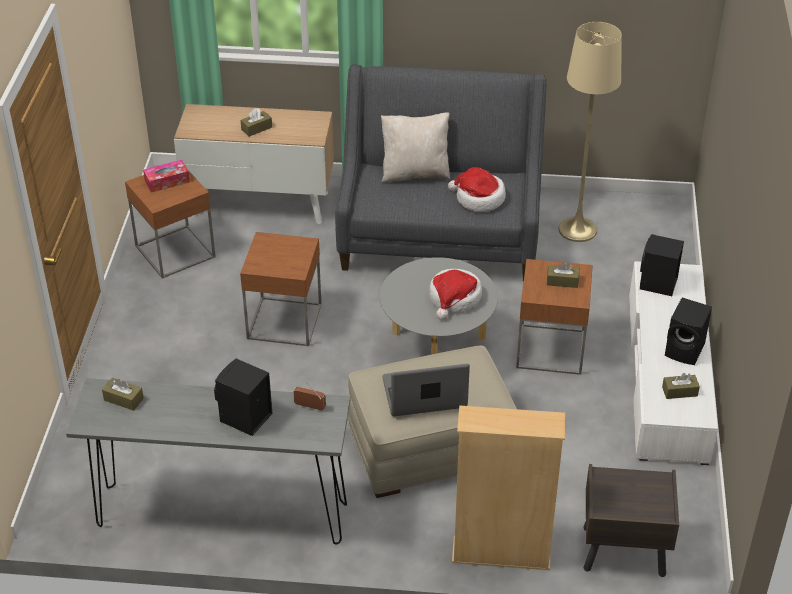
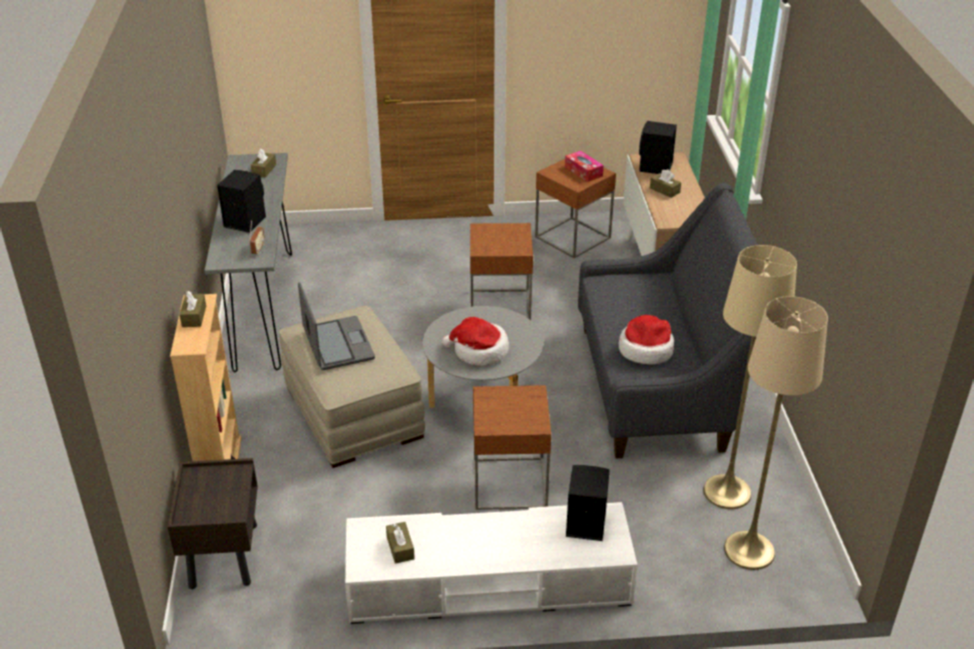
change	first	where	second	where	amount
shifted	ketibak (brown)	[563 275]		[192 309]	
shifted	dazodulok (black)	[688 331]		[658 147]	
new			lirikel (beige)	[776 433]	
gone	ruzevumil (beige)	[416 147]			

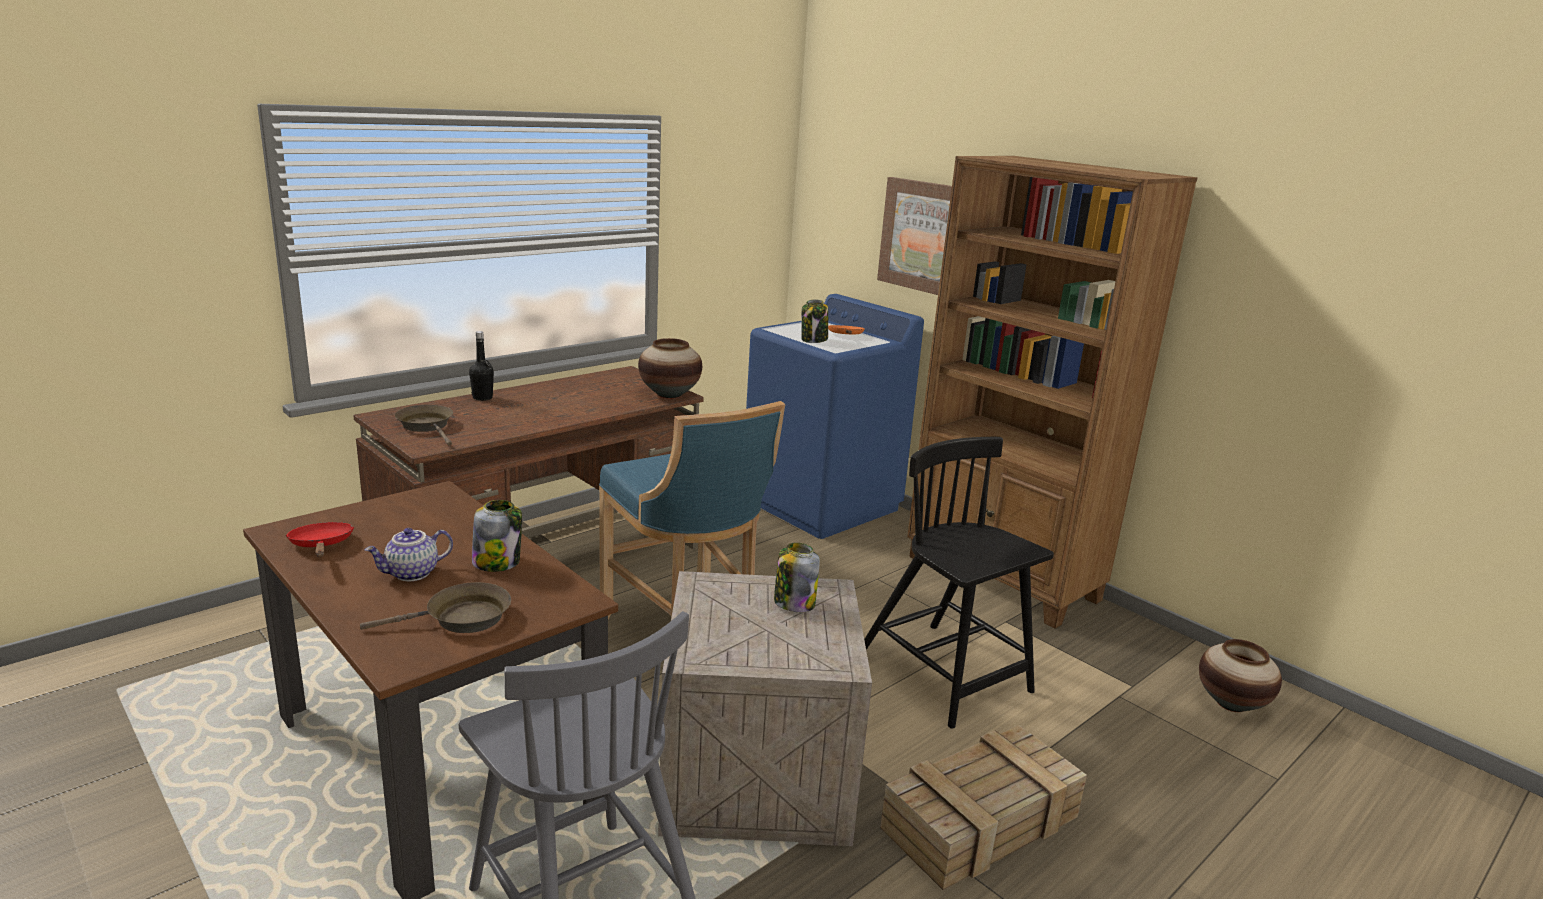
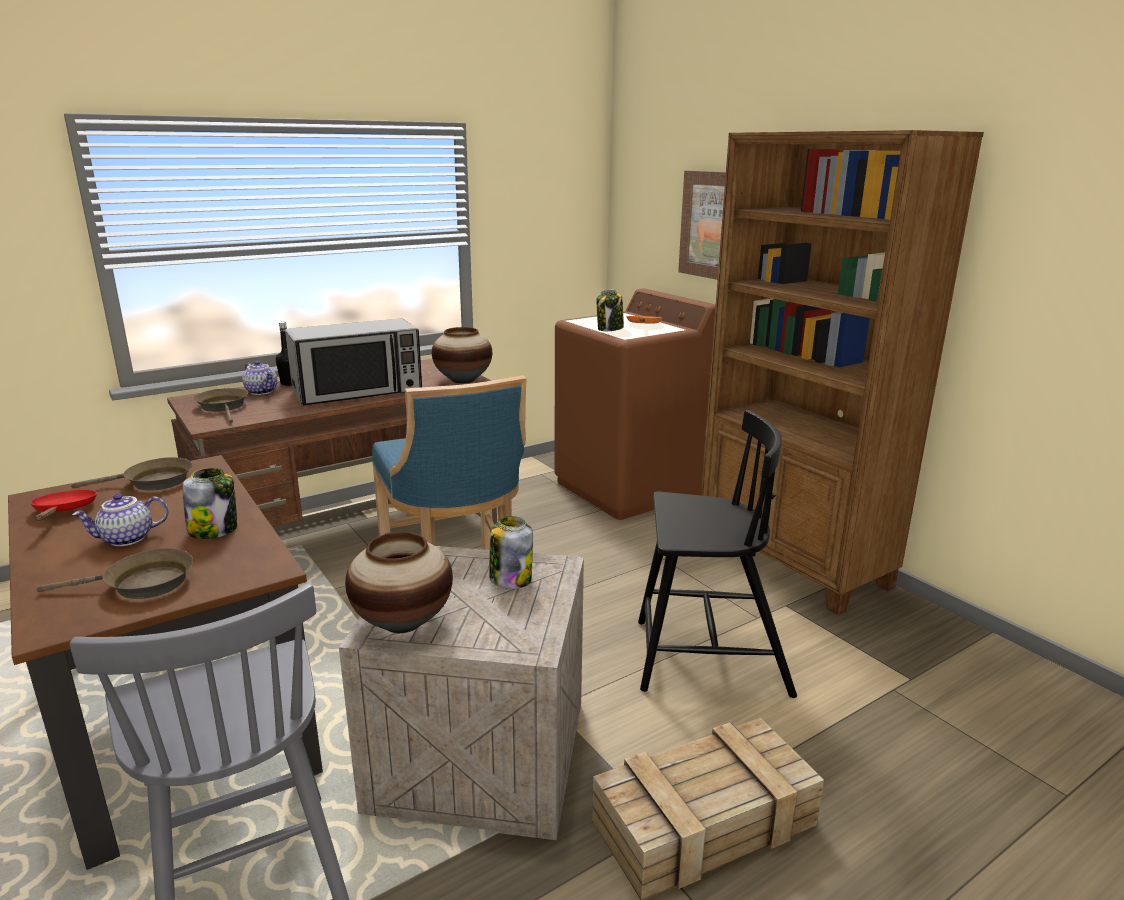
change	first	where	second	where	amount
new			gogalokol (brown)	[131 473]	
new			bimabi	[259 378]	
new			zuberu	[353 362]	
shifted	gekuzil	[1240 675]		[399 582]	
repainted	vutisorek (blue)	[835 416]	vutisorek (brown)	[635 404]	
rotated	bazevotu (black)	[959 583]		[717 554]	120 degrees clockwise

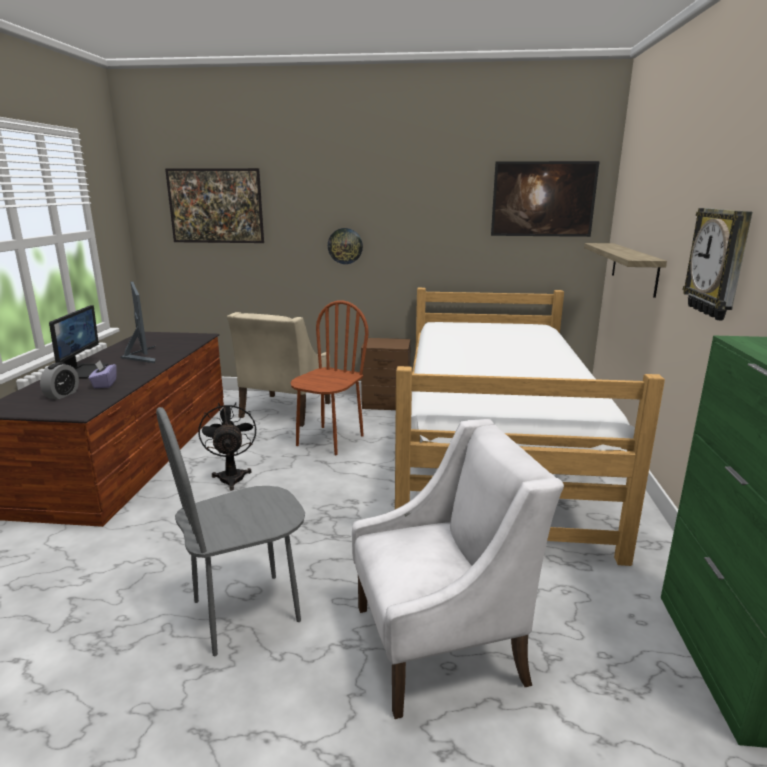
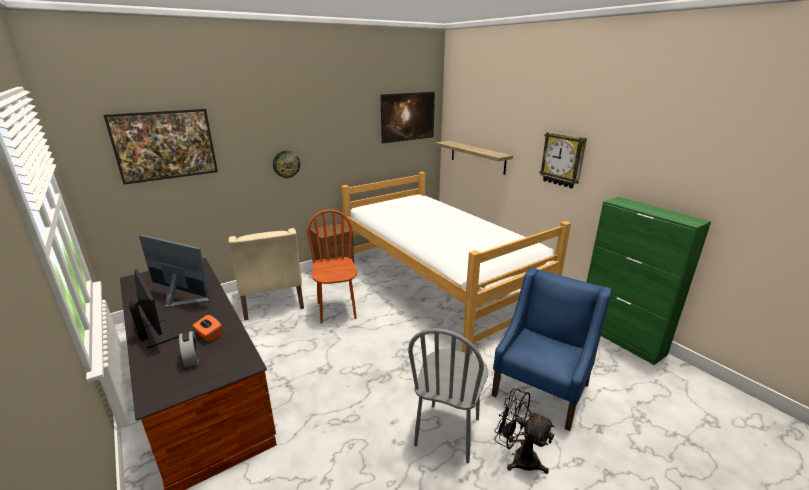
change	first	where	second	where	amount
repainted	ketibak (purple)	[103 374]	ketibak (orange)	[207 328]	
repainted	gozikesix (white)	[458 569]	gozikesix (blue)	[552 349]	
shifted	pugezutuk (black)	[227 447]		[524 431]	

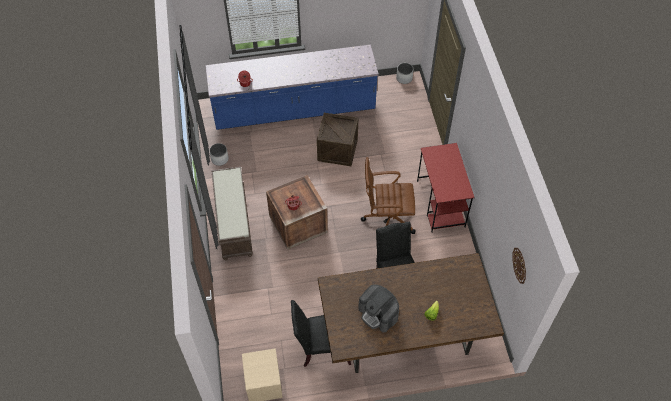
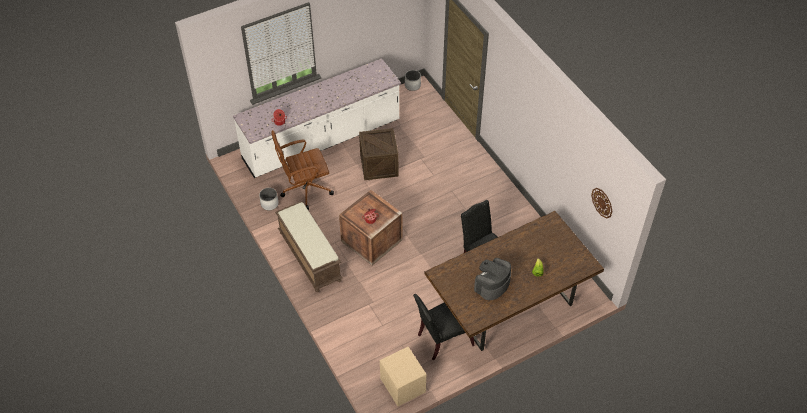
change	first	where	second	where	amount
repainted	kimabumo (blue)	[292 87]	kimabumo (white)	[317 118]	
shifted	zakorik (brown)	[388 195]		[303 170]	
rotated	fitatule	[378 308]		[492 279]	105 degrees clockwise
gone	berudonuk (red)	[446 187]			

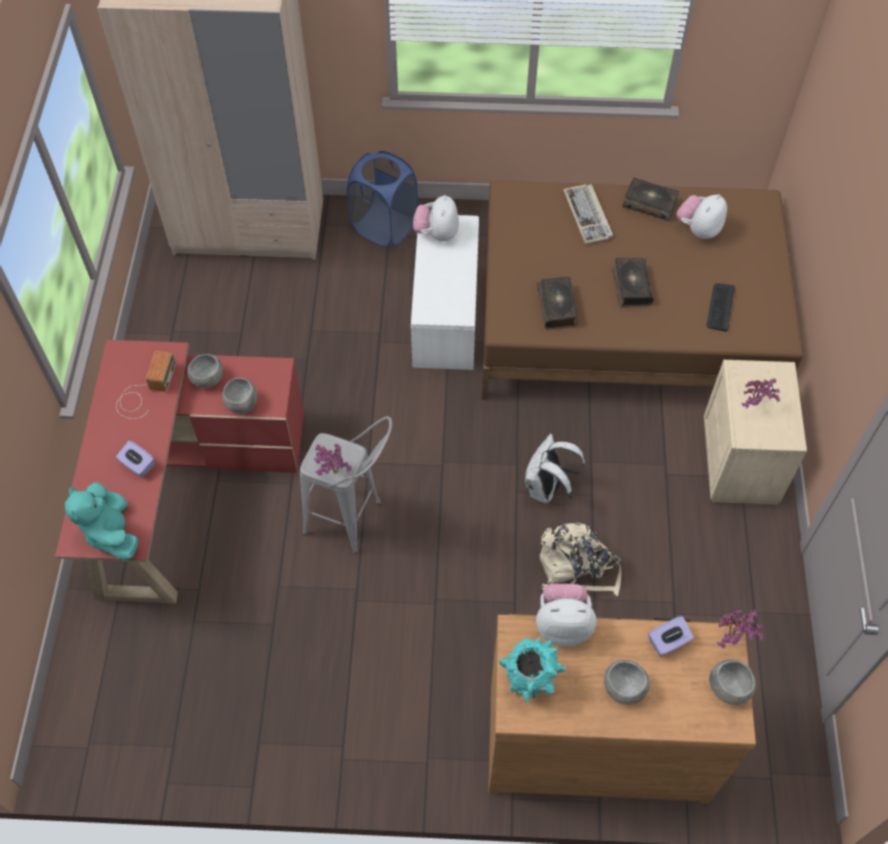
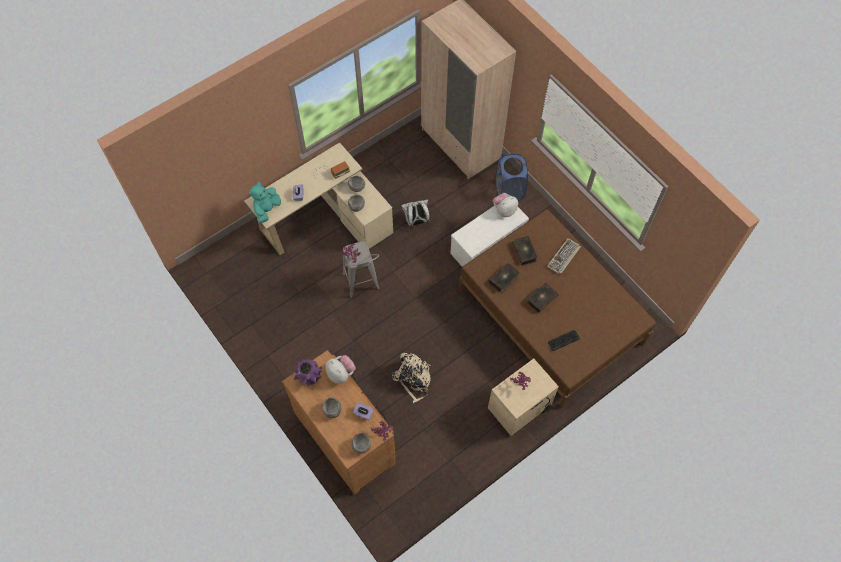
change	first	where	second	where	amount
repainted	berudonuk (red)	[179 471]	berudonuk (beige)	[318 198]	
repainted	gekuzil (turquoise)	[532 670]	gekuzil (purple)	[308 372]	
shifted	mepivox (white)	[555 469]		[415 214]	
shifted	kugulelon	[651 199]		[524 251]	
gone	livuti	[701 216]			

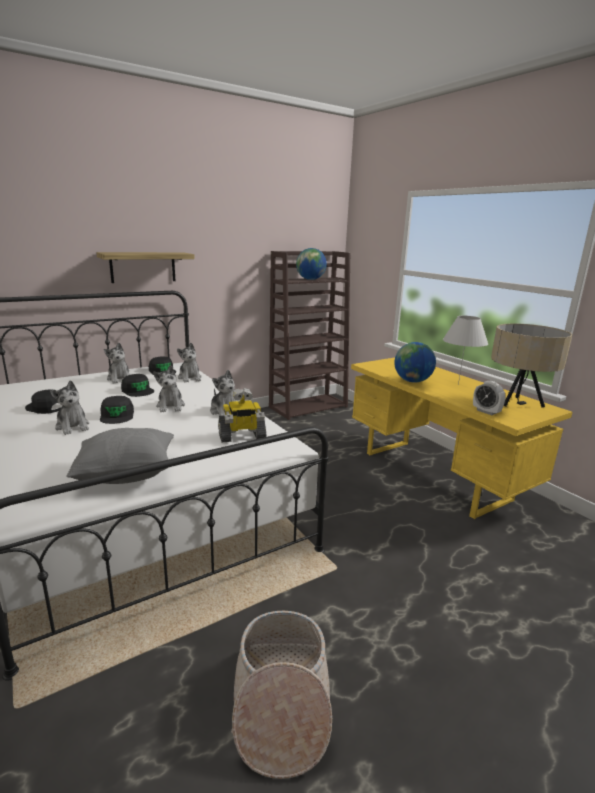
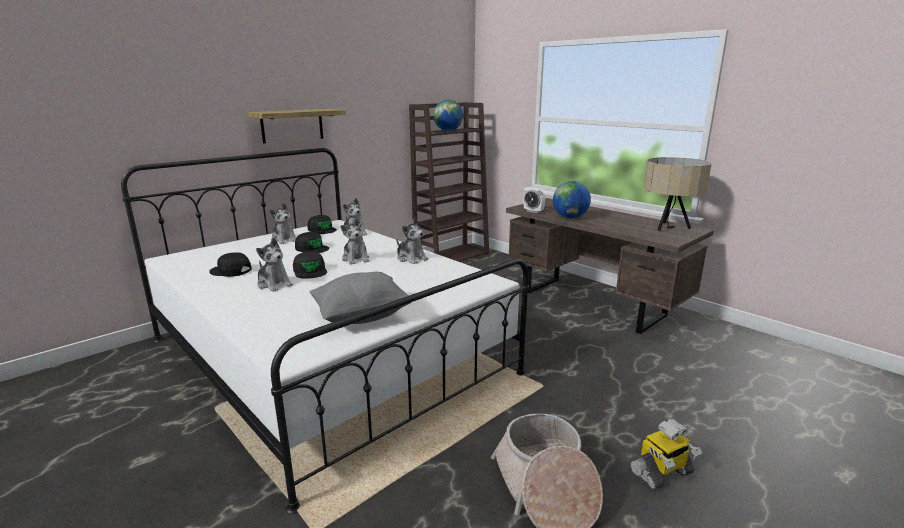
change	first	where	second	where	amount
repainted	berudonuk (yellow)	[461 438]	berudonuk (brown)	[610 266]	
shifted	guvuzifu	[489 398]		[534 200]	
shifted	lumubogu	[242 415]		[665 454]	
gone	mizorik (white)	[465 350]			

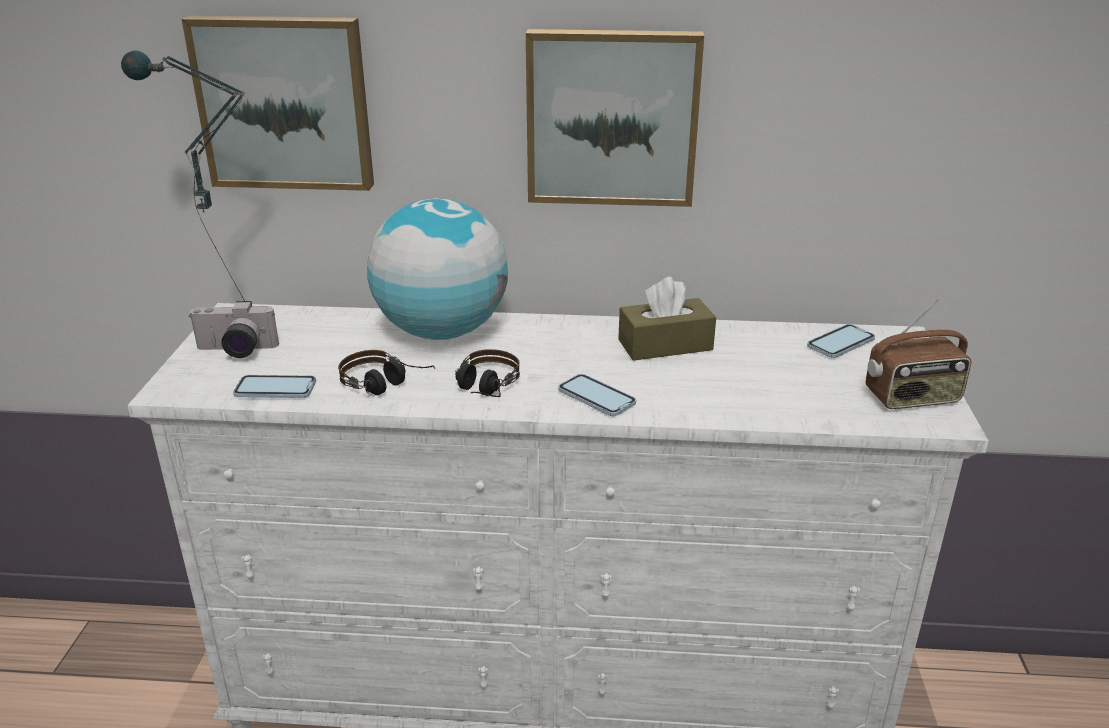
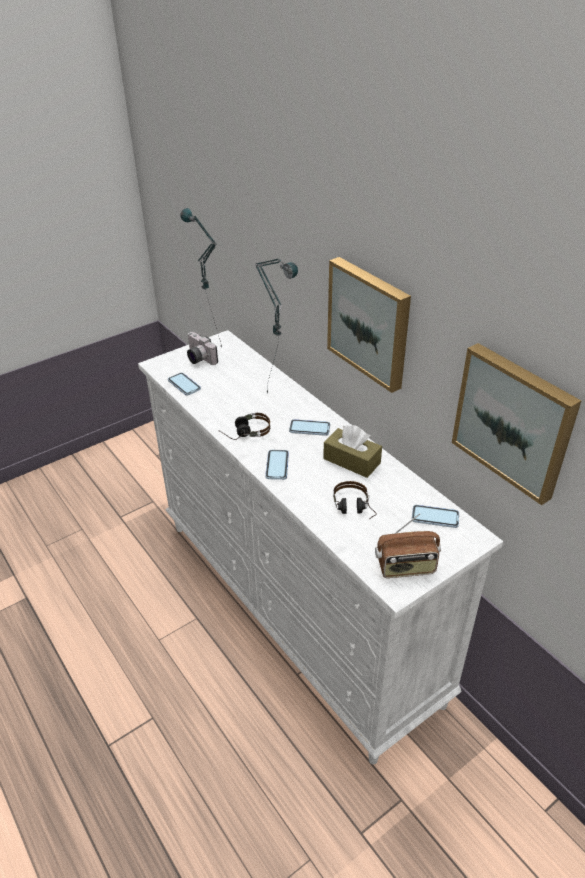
change	first	where	second	where	amount
swapped	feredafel	[437 269]	mizorik	[276 325]	
new			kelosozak	[309 427]	
shifted	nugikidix	[386 372]		[355 500]	
rotated	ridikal	[918 354]		[408 545]	45 degrees counterclockwise
shifted	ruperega	[278 103]		[516 424]	

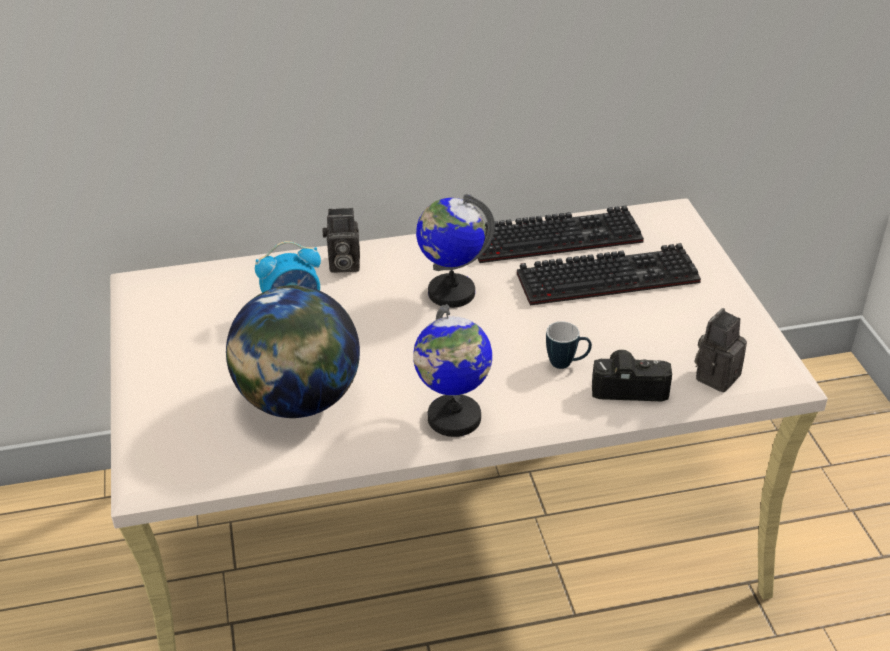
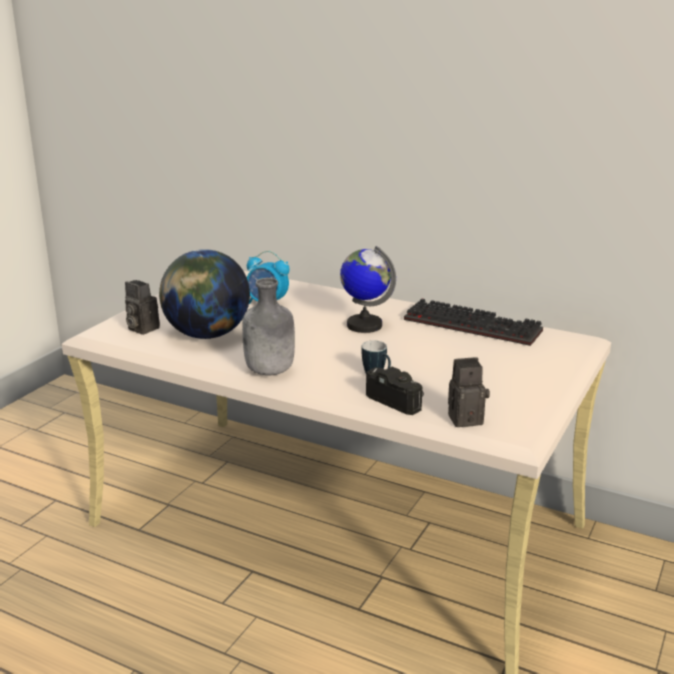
change	first	where	second	where	amount
shifted	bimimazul	[341 240]		[142 307]	
swapped	feredafel	[452 370]	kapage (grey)	[268 327]	
gone	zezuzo	[609 274]			

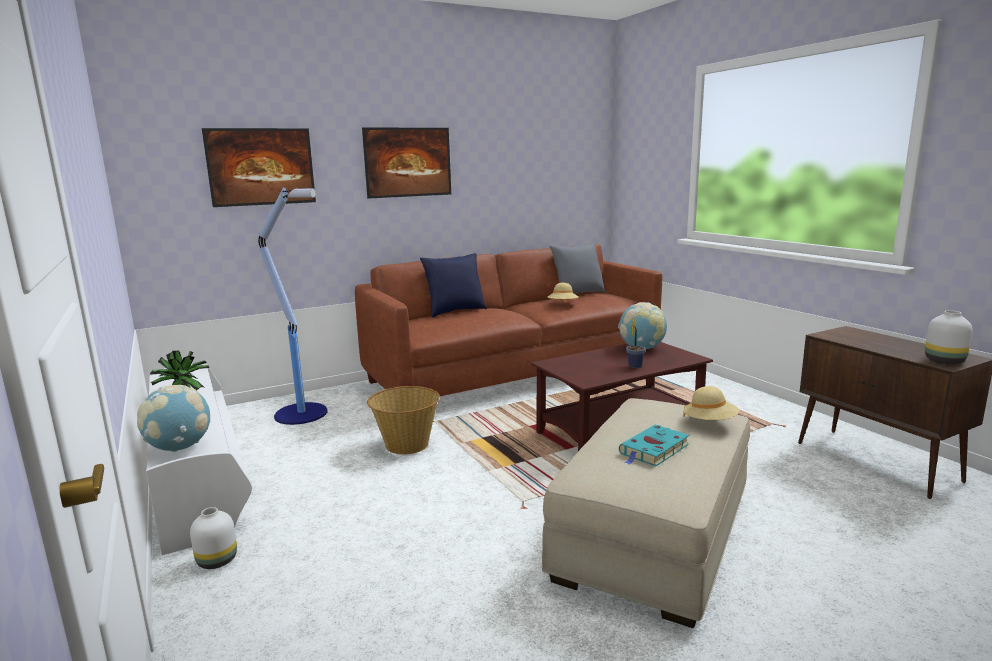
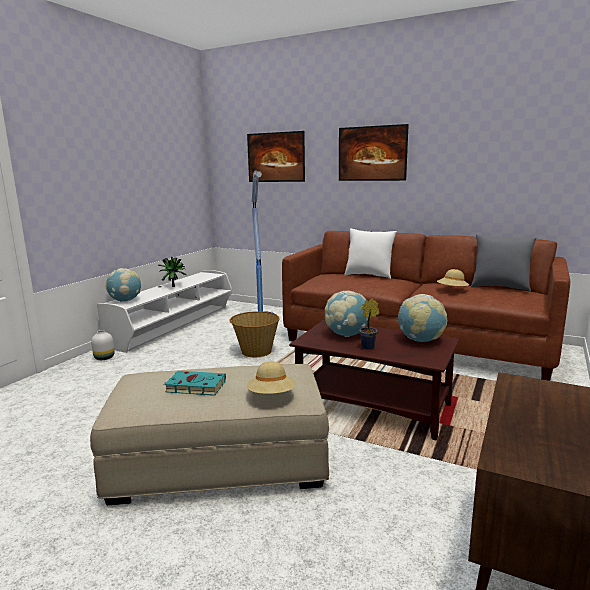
change	first	where	second	where	amount
new			feredafel	[346 314]	
repainted	ruzevumil (blue)	[453 285]	ruzevumil (white)	[370 253]	
gone	gekuzil (white)	[949 337]			

